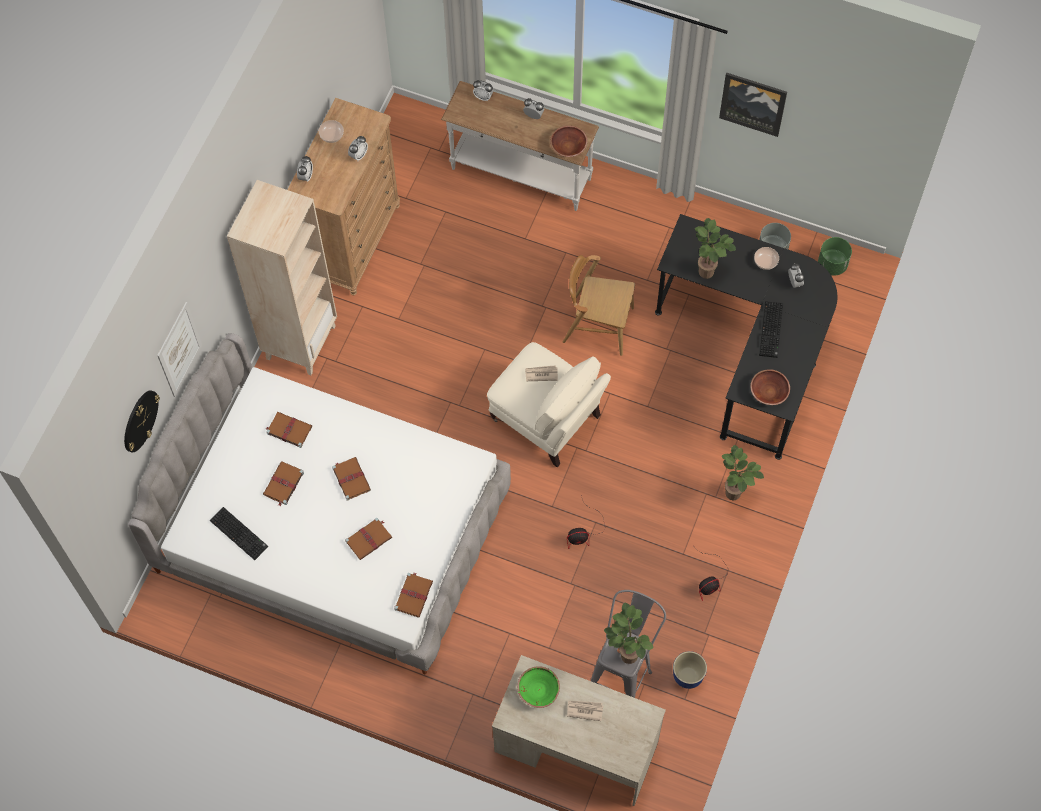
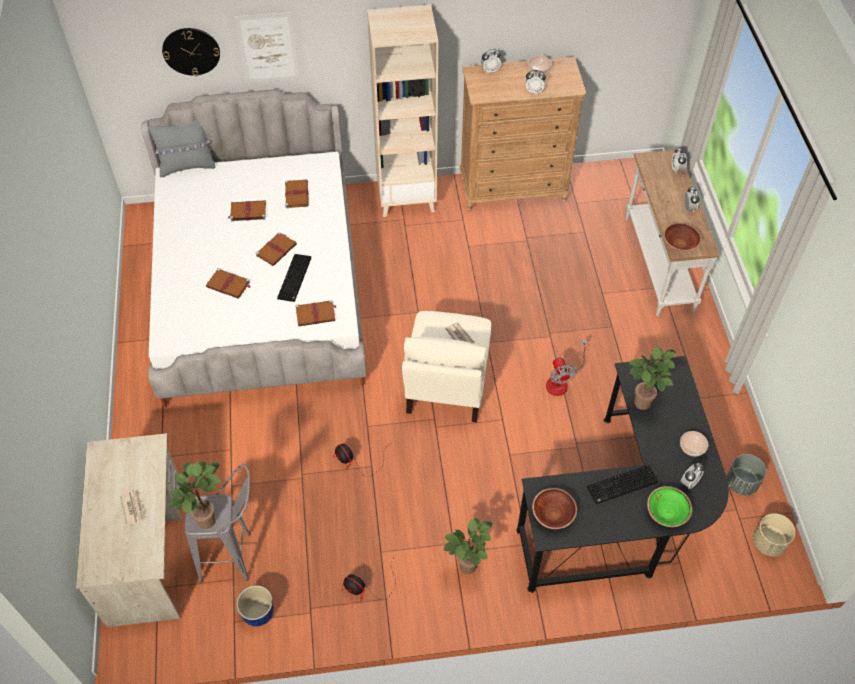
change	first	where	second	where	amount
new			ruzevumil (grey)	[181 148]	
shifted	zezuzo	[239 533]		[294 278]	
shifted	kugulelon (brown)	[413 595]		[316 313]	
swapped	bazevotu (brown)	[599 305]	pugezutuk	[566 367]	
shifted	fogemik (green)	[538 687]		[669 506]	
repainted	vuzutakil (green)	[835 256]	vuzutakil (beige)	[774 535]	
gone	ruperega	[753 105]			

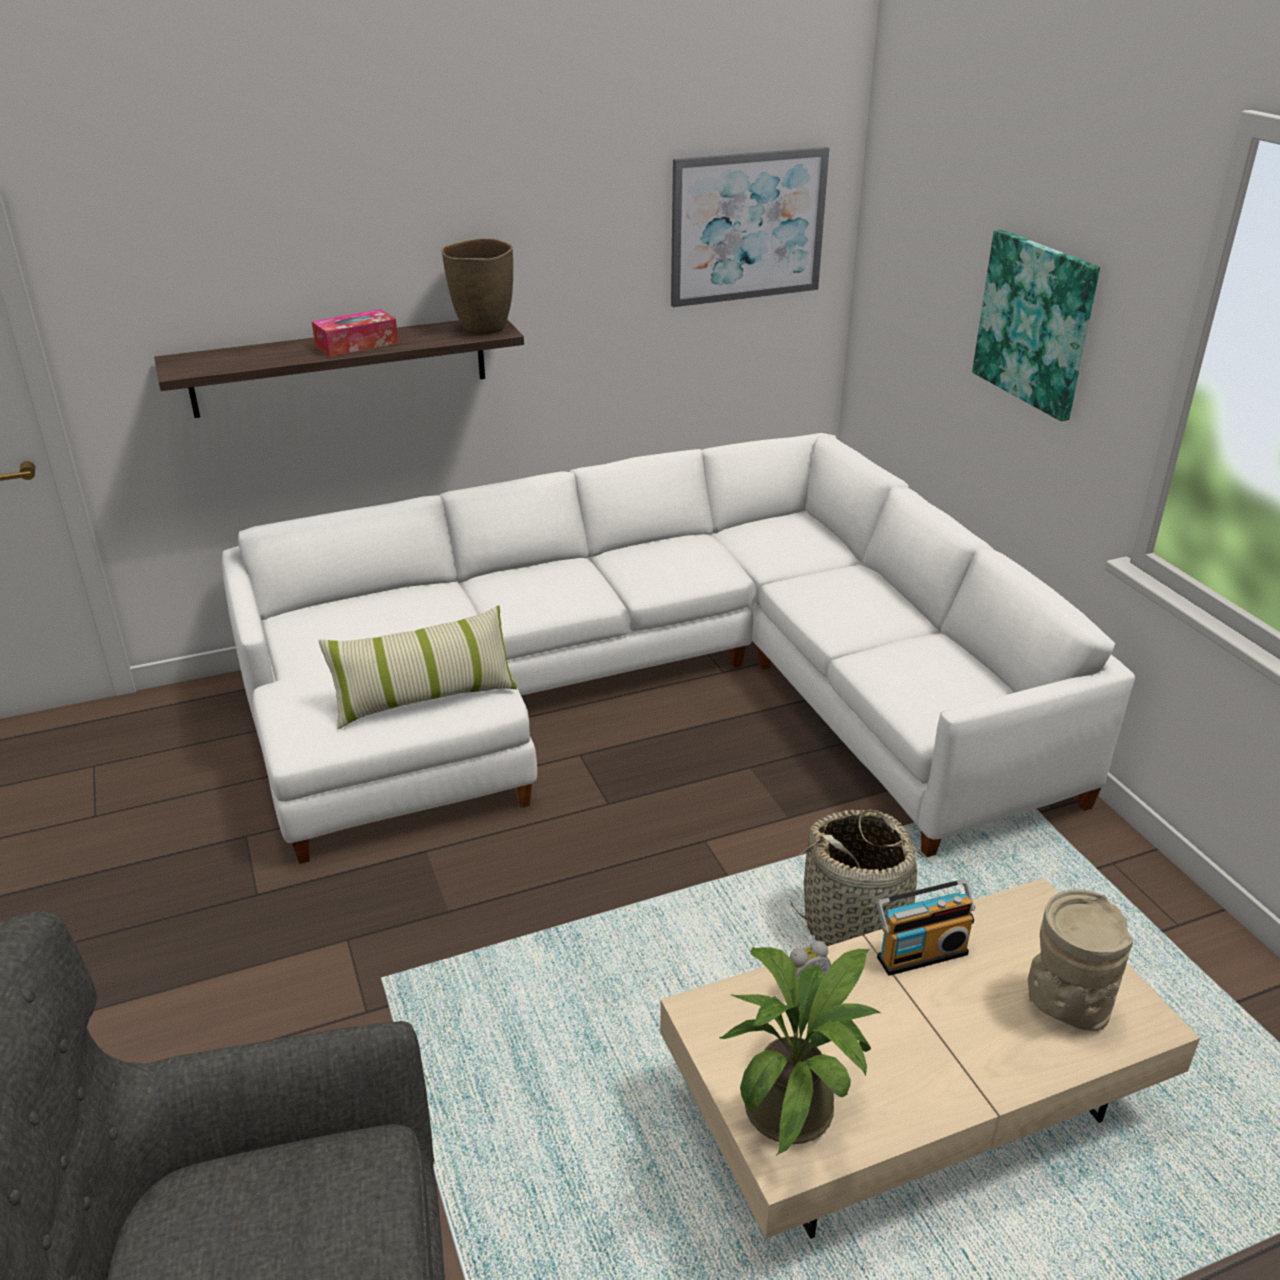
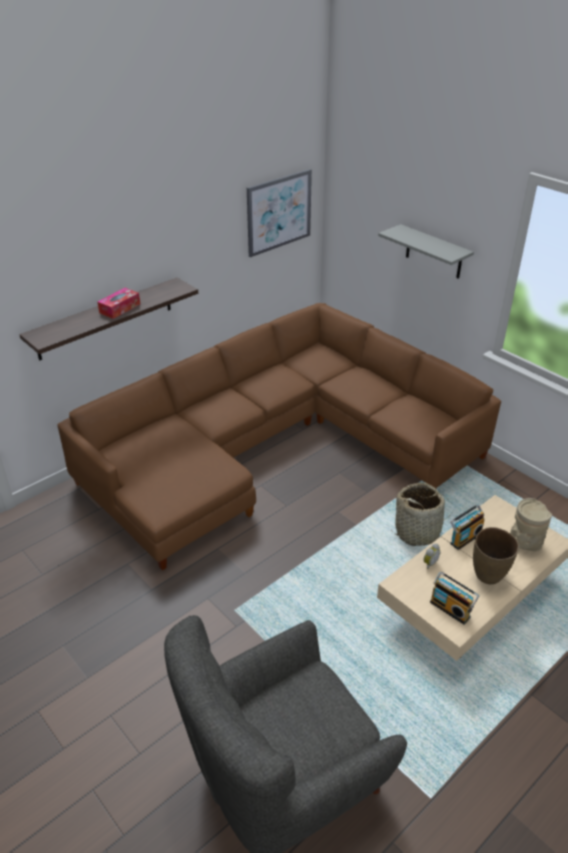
change	first	where	second	where	amount
repainted	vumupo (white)	[678 648]	vumupo (brown)	[279 436]	
swapped	ruperega	[1036 325]	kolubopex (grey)	[426 251]	
swapped	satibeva	[800 1051]	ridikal	[454 598]	
shifted	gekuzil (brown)	[477 286]		[496 556]	
gone	ruzevumil	[417 667]			

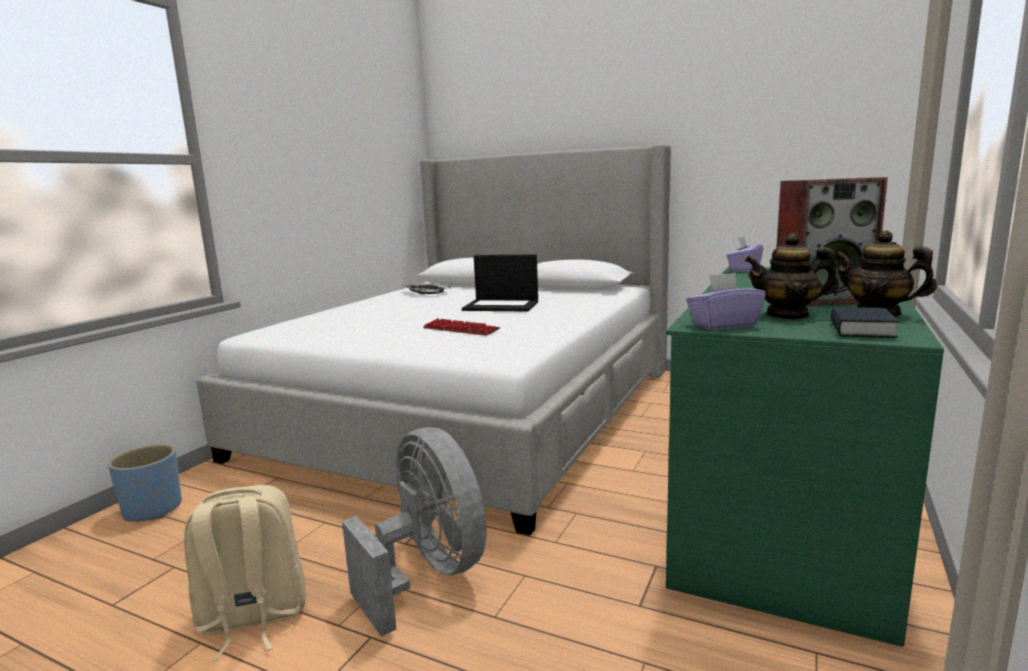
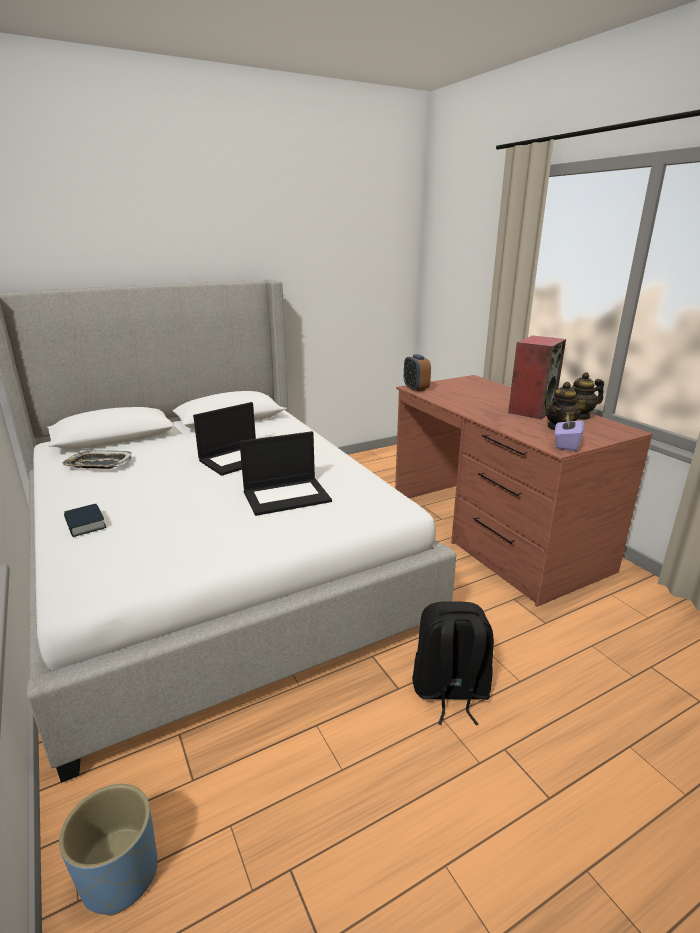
change	first	where	second	where	amount
shifted	kugulelon	[864 322]		[85 520]	
swapped	zezuzo	[461 327]	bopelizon	[286 473]	
repainted	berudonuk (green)	[805 456]	berudonuk (brown)	[524 491]	
swapped	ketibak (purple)	[745 253]	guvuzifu	[417 372]	
swapped	pugezutuk (grey)	[414 532]	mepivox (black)	[453 663]	
gone	mepivox (beige)	[245 573]			

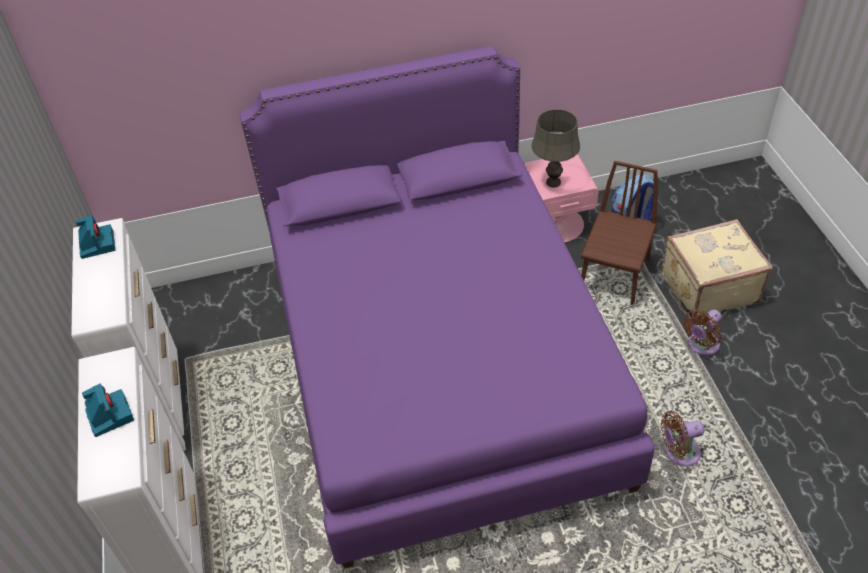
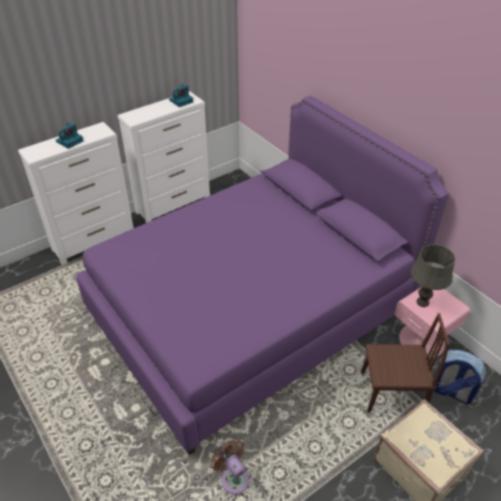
change	first	where	second	where	amount
gone	pugezutuk (brown)	[702 332]			

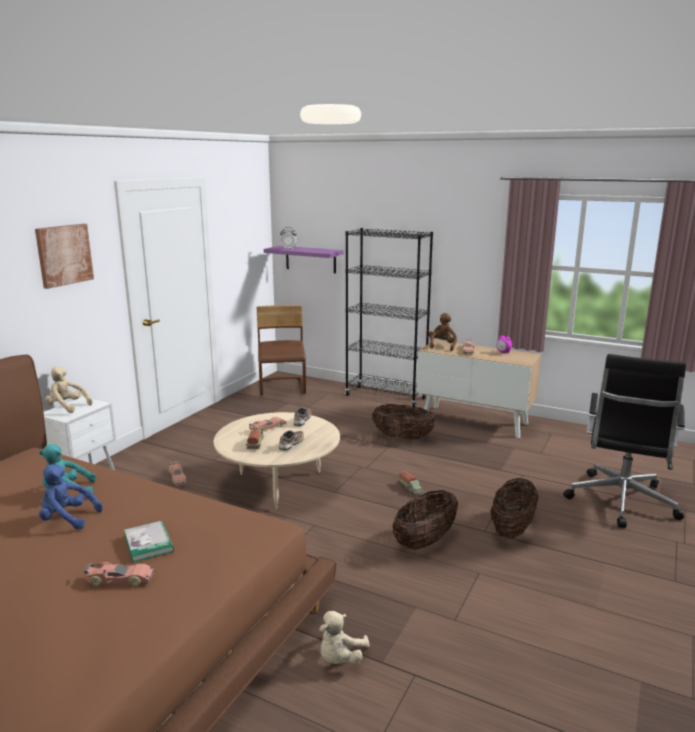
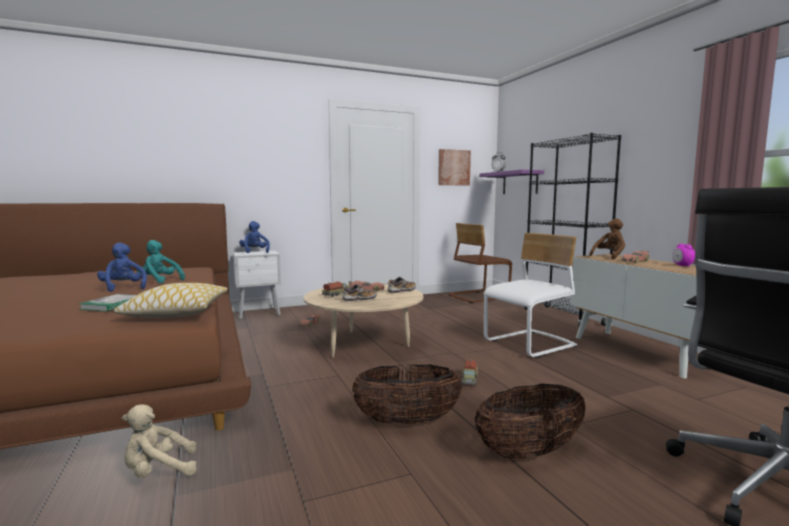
change	first	where	second	where	amount
new			ruzevumil	[170 300]	
repainted	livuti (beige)	[68 389]	livuti (blue)	[254 237]	
shifted	ruperega	[64 256]		[454 167]	
rotated	bazevotu (brown)	[281 350]		[480 263]	150 degrees counterclockwise
swapped	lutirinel	[404 422]	bazevotu (white)	[530 295]	
gone	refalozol	[119 574]			

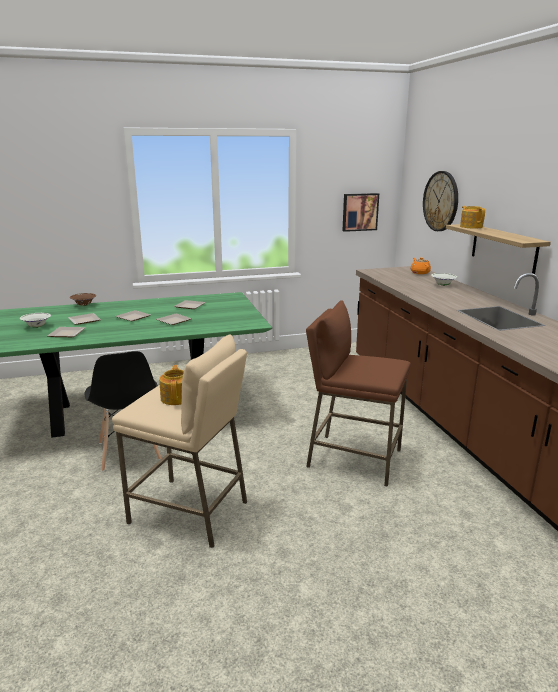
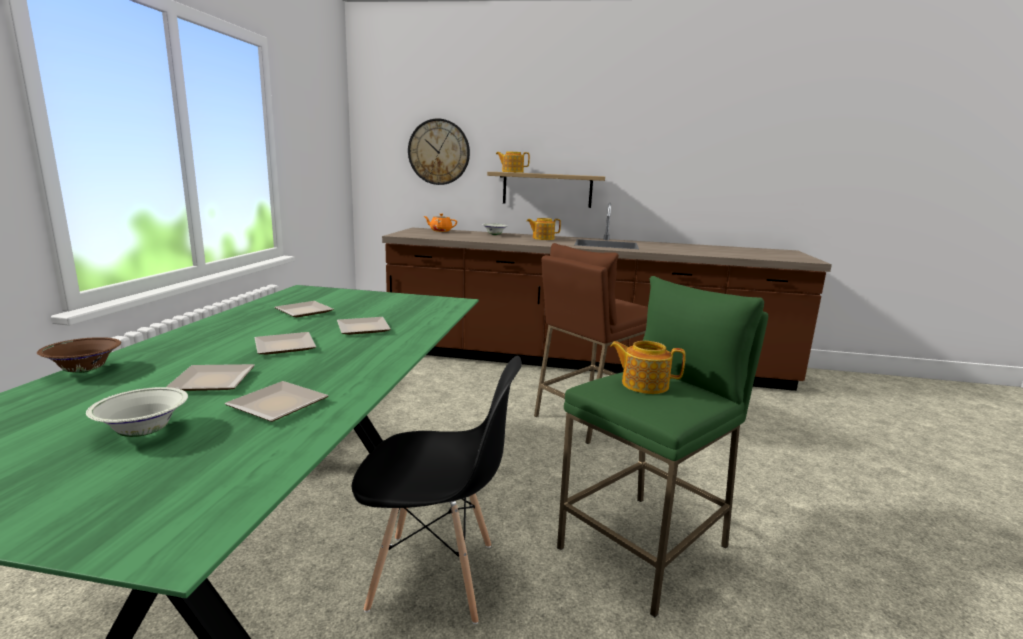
change	first	where	second	where	amount
new			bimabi	[544 229]	
repainted	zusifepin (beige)	[179 441]	zusifepin (green)	[662 446]	
gone	ruperega	[360 212]			

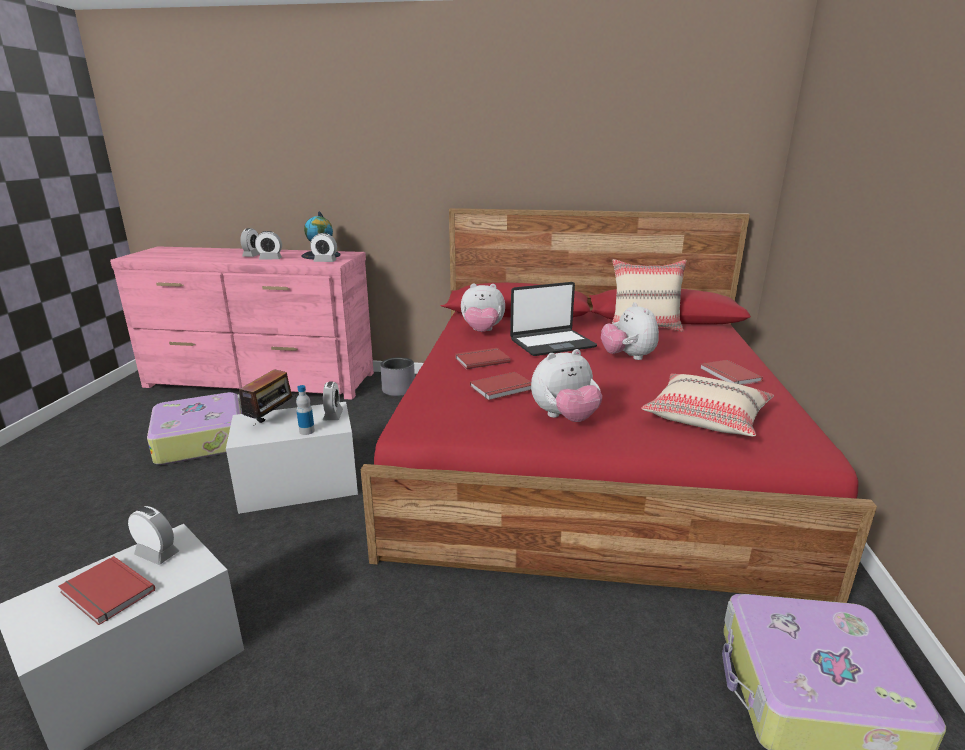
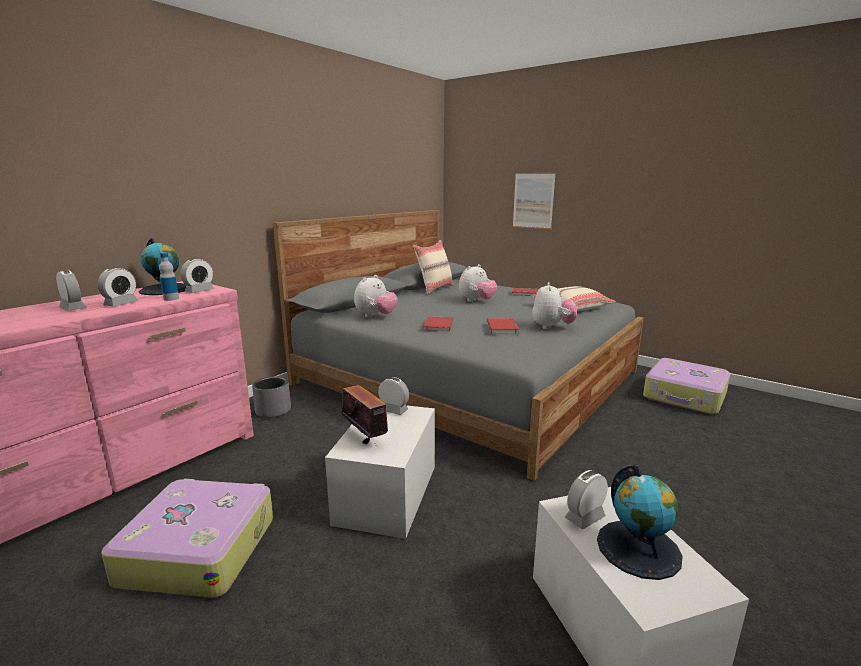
change	first	where	second	where	amount
shifted	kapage	[305 410]		[169 277]	
repainted	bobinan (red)	[619 405]	bobinan (grey)	[458 345]	
rotated	livuti	[630 331]		[478 283]	60 degrees counterclockwise
new			ruperega	[534 201]	
swapped	kugulelon (red)	[106 590]	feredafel	[640 522]	
gone	bopelizon	[553 319]			

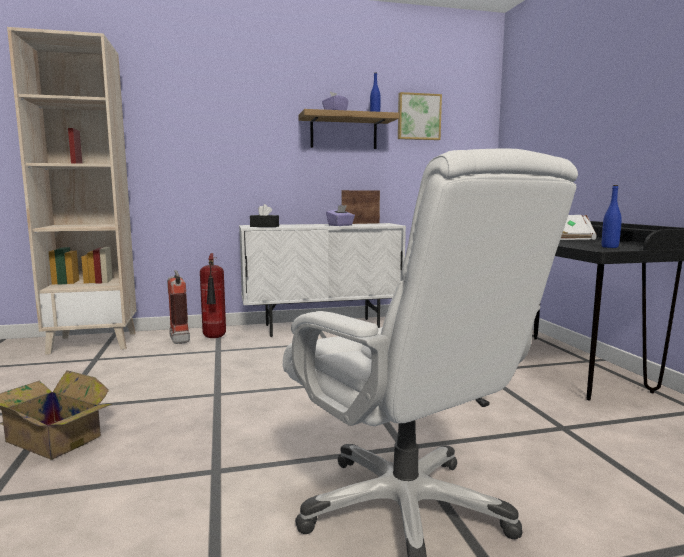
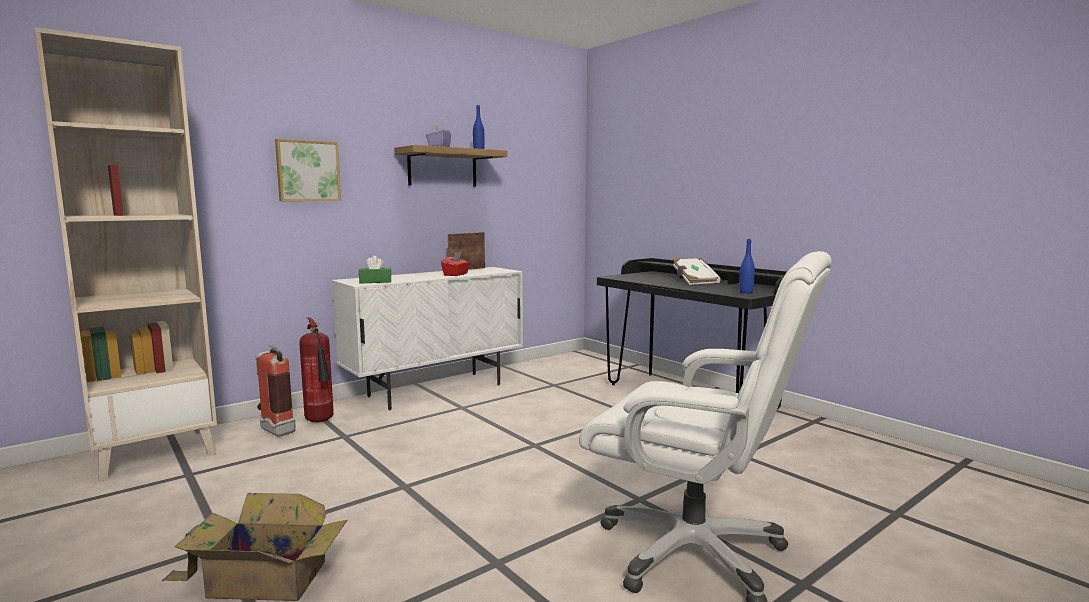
change	first	where	second	where	amount
shifted	ruperega	[420 116]		[308 170]	
repainted	ketibak (black)	[264 215]	ketibak (green)	[375 269]	
repainted	ketibak (purple)	[340 215]	ketibak (red)	[455 264]	

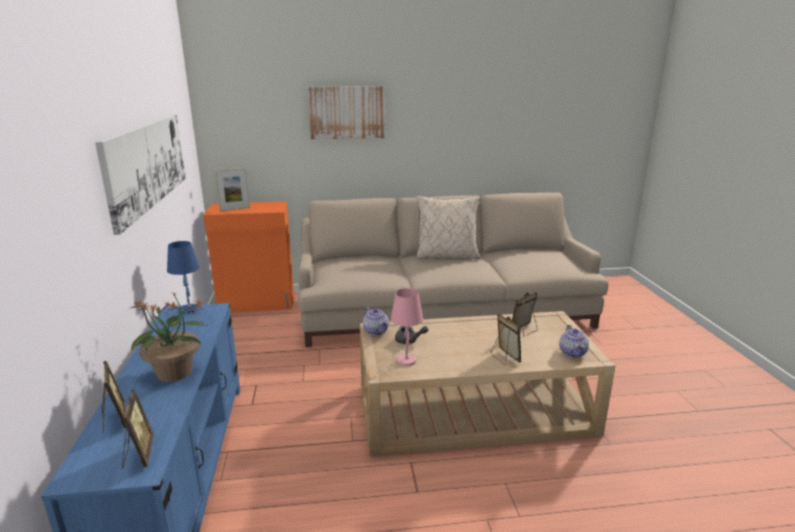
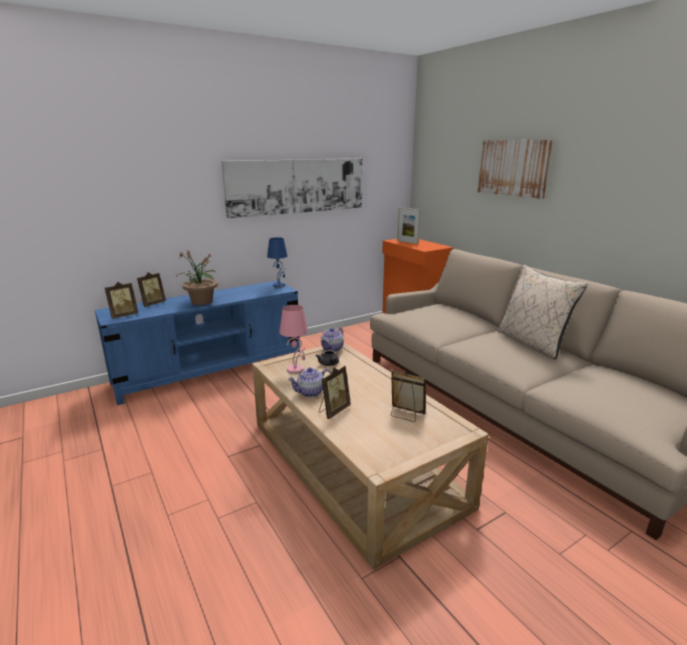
change	first	where	second	where	amount
shifted	bimabi	[574 341]		[309 382]	

